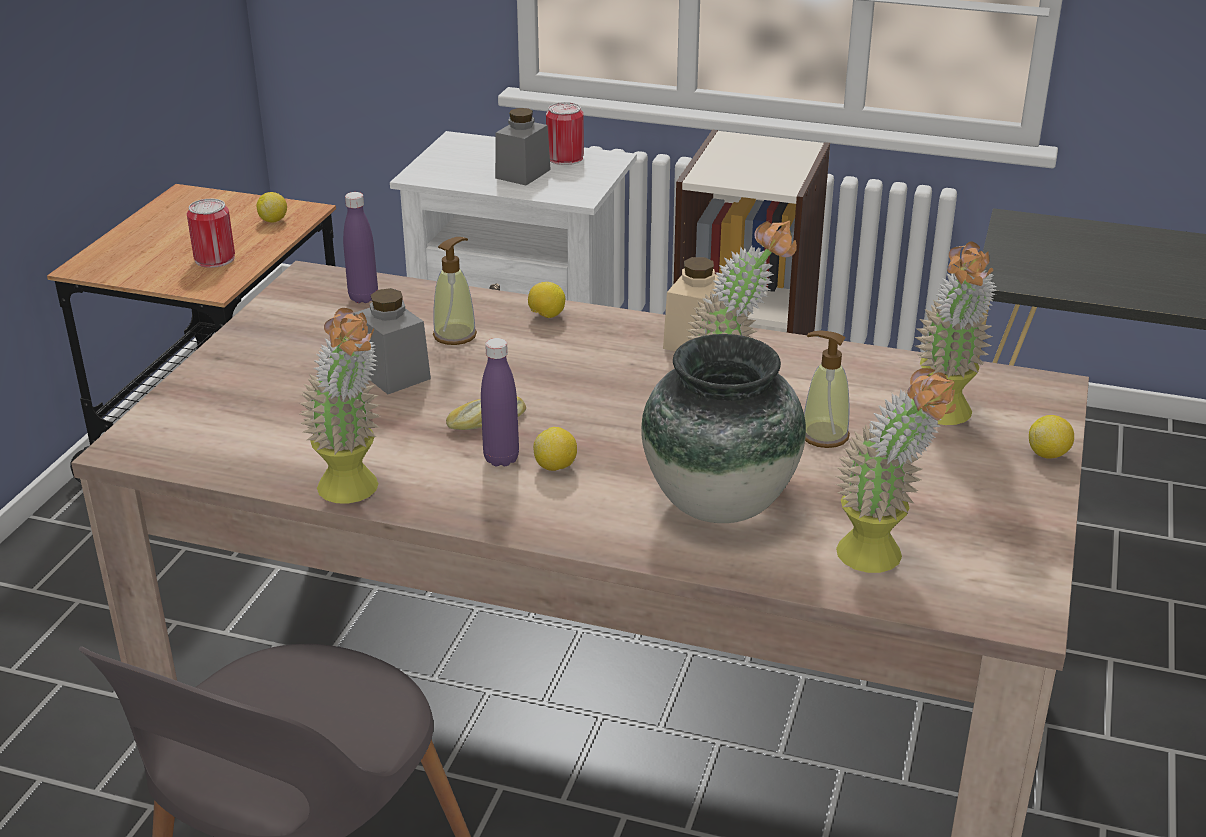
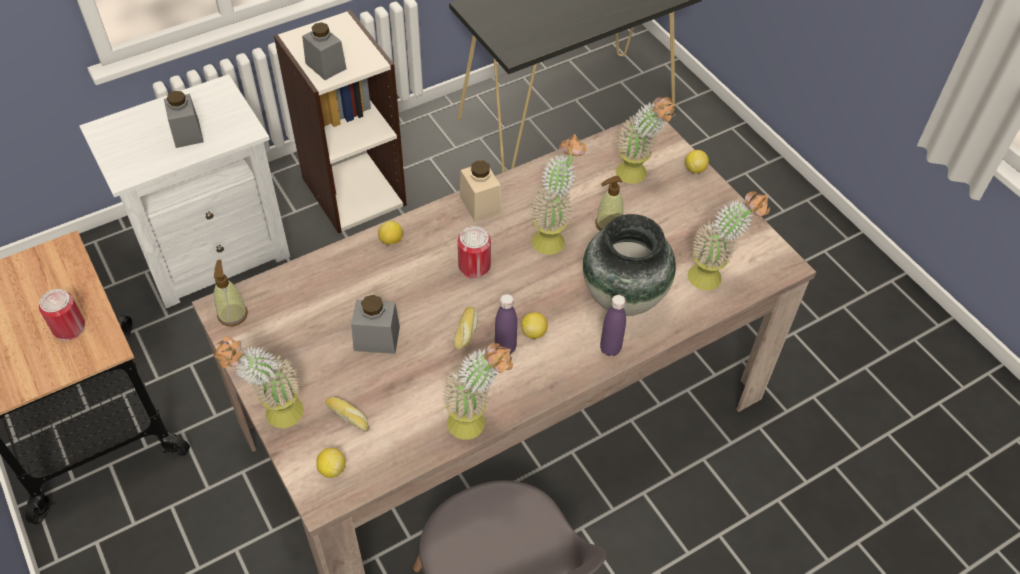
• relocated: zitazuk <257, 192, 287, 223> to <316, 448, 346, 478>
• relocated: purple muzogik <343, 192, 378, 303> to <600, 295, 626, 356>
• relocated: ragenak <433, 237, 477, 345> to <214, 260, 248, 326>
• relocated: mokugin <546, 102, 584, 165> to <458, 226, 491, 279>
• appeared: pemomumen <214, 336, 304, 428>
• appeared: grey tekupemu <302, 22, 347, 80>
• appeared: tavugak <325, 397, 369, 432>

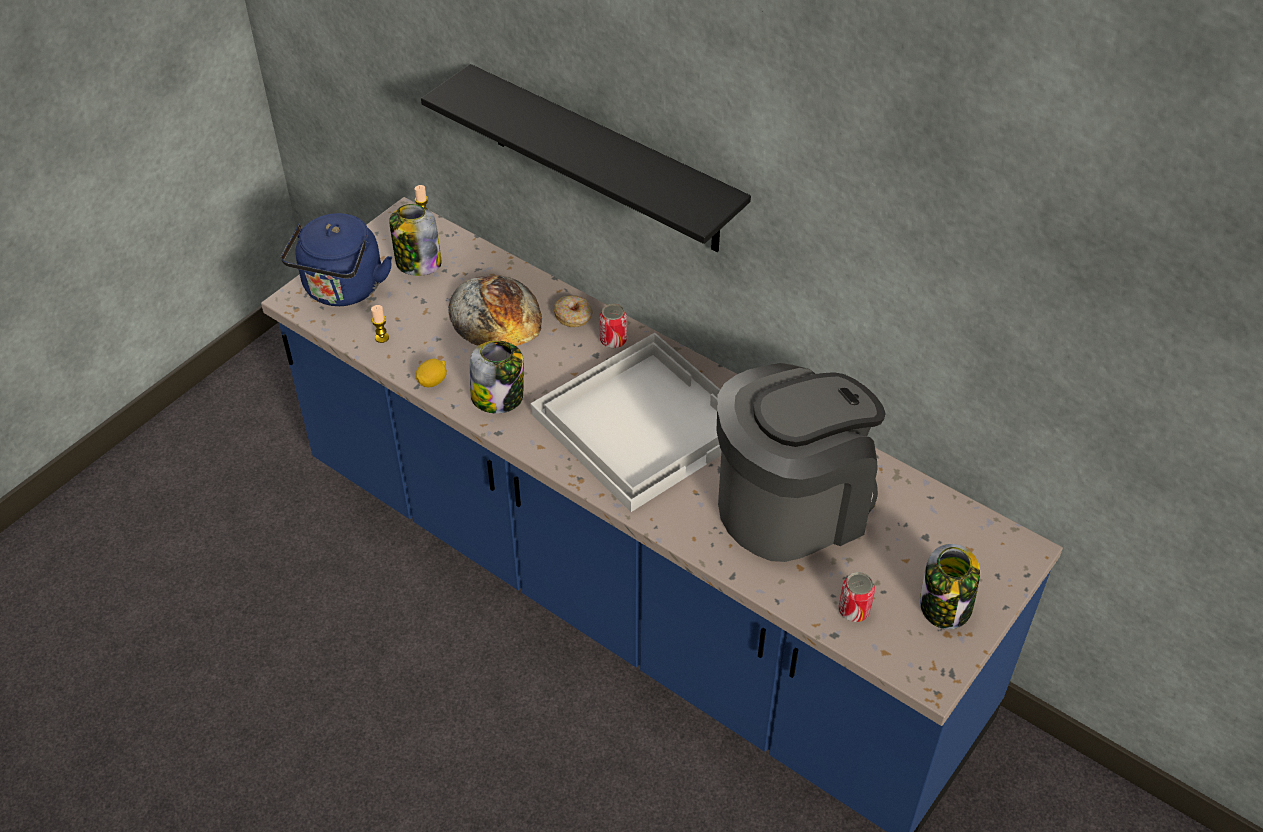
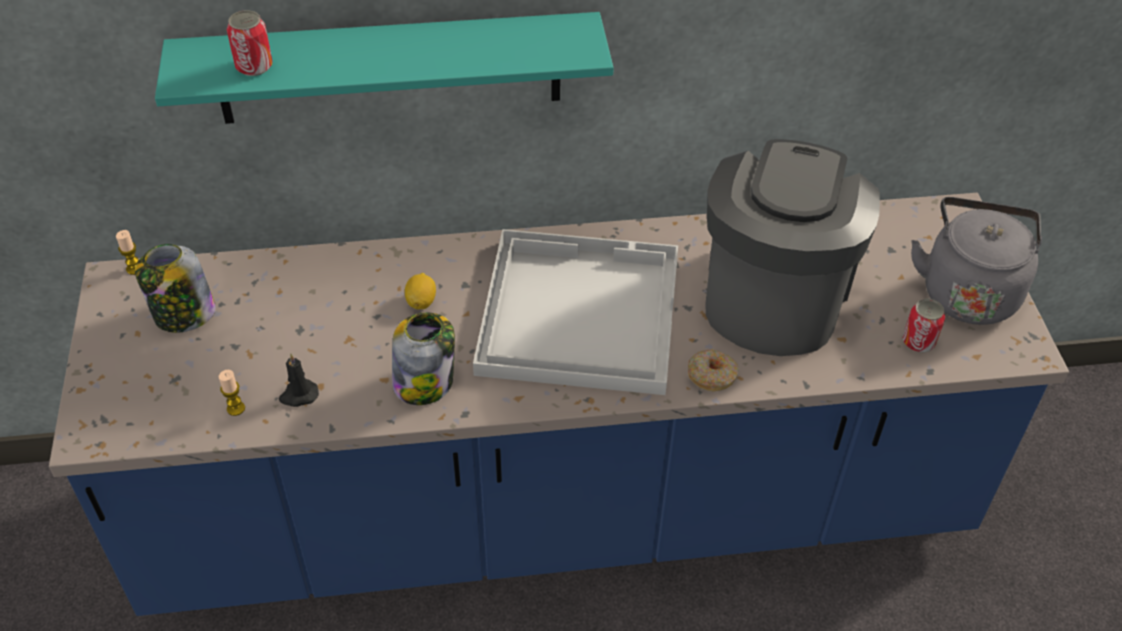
• missing: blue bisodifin <281, 213, 392, 306>
• relocated: zitazuk <415, 359, 447, 387> to <405, 273, 436, 309>
• colour: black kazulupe <421, 64, 751, 252> to turquoise kazulupe <155, 12, 614, 124>
• missing: tavugak <448, 275, 542, 346>
• relocated: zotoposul <553, 295, 592, 327> to <688, 349, 739, 392>
• relocated: mokugin <599, 304, 627, 348> to <227, 10, 273, 76>
• exchanged: tekupemu <920, 544, 980, 629> to grey bisodifin <911, 197, 1042, 325>
• appeared: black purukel <279, 353, 319, 407>

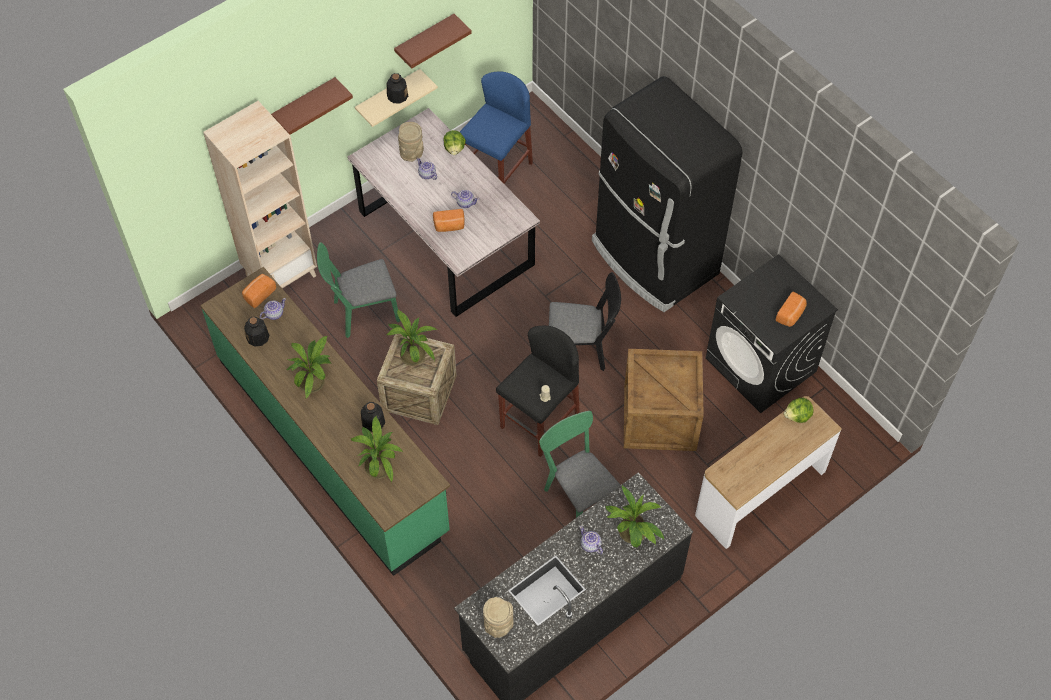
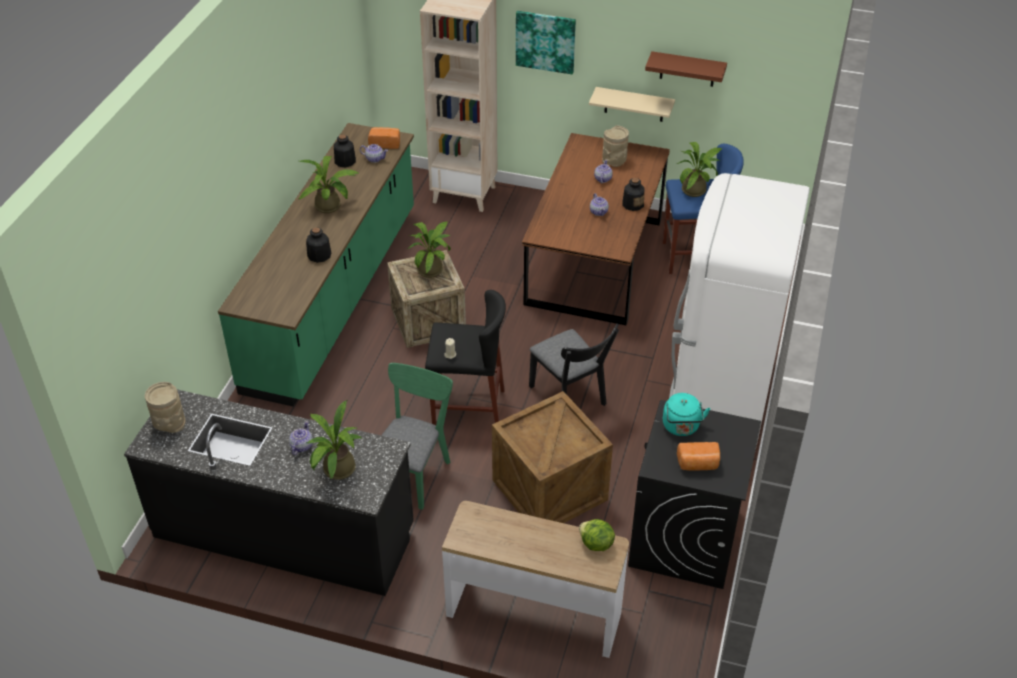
• exchanged: brown kazulupe <271, 77, 353, 135> to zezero <516, 11, 576, 75>
• missing: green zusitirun <317, 242, 400, 338>
• colour: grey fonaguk <347, 108, 540, 317> to brown fonaguk <522, 133, 670, 325>
• relocated: pemomumen <351, 416, 403, 483> to <677, 142, 722, 197>
• relocated: muzogik <386, 73, 408, 104> to <622, 178, 644, 211>
• missing: tavugak <433, 209, 465, 232>
• missing: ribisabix <443, 130, 466, 155>
• colour: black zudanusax <592, 76, 742, 312> to white zudanusax <669, 173, 810, 451>
• appeared: turquoise bisodifin <663, 393, 710, 436>

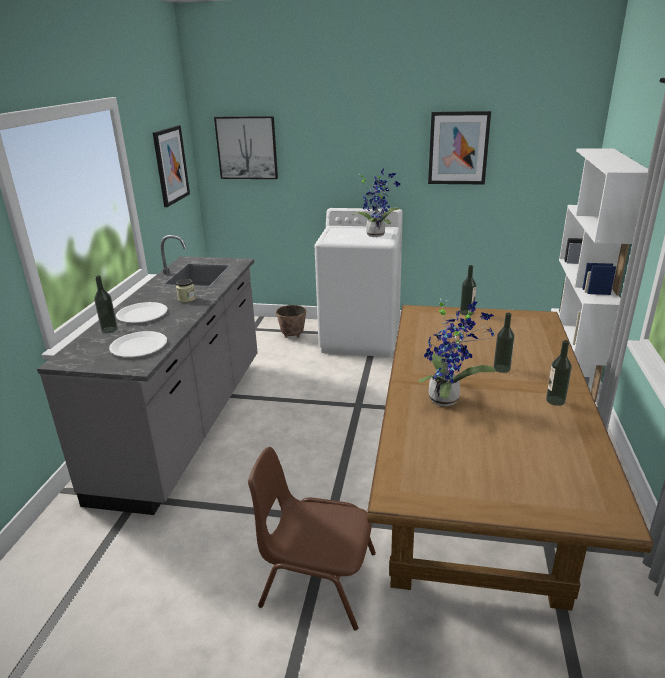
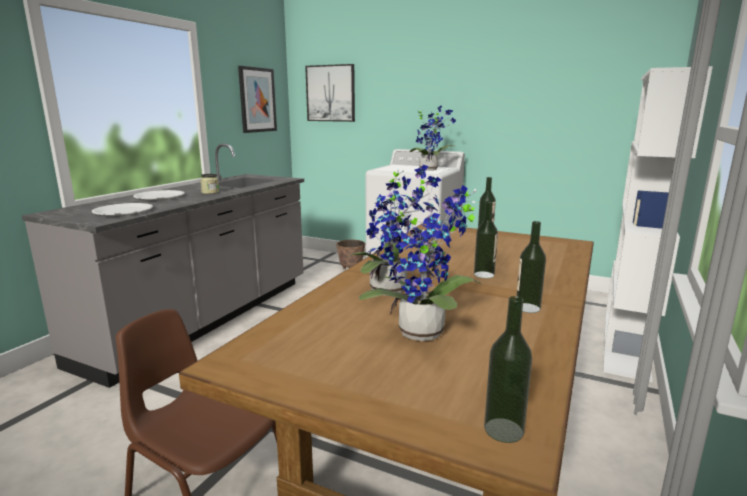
• relocated: muzogik <94, 276, 118, 333> to <484, 296, 532, 443>
• missing: zezero <428, 111, 491, 184>
• appeared: pemomumen <359, 185, 482, 341>

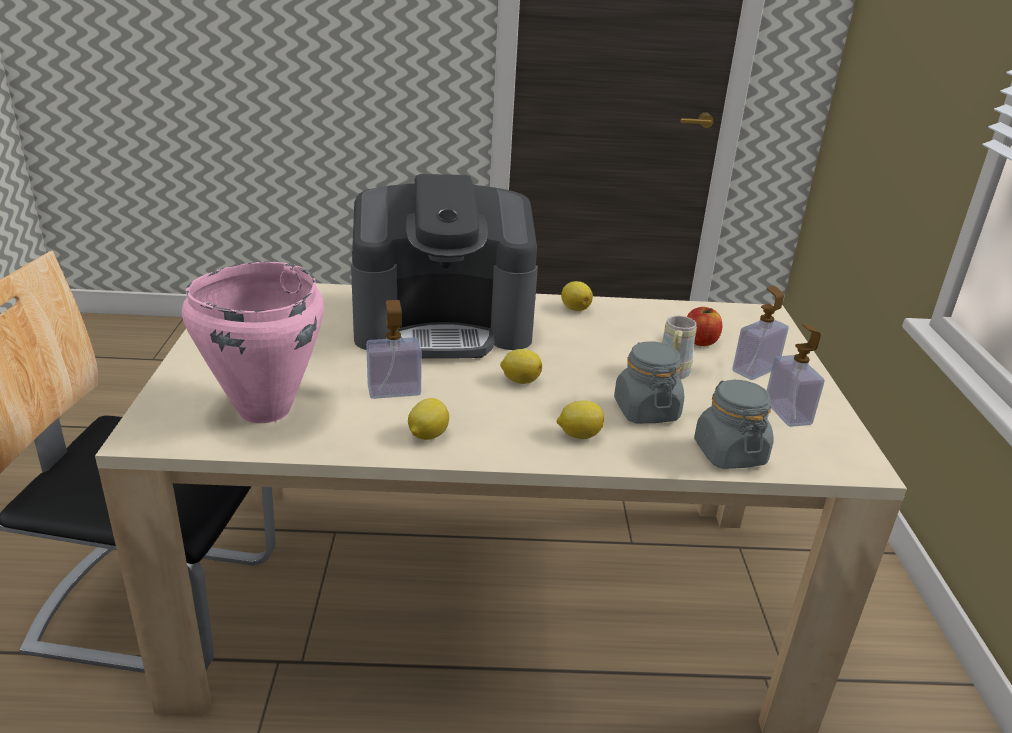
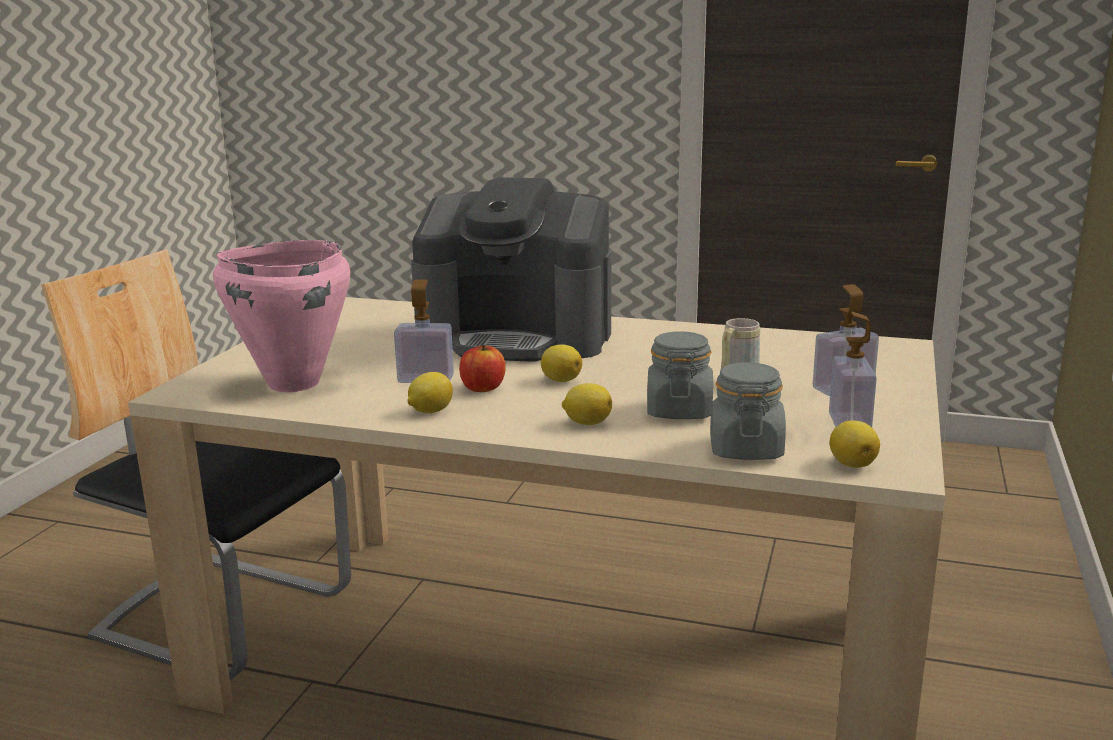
• relocated: zitazuk <561, 281, 593, 311> to <830, 420, 880, 468>
• relocated: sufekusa <687, 307, 722, 346> to <459, 345, 506, 392>

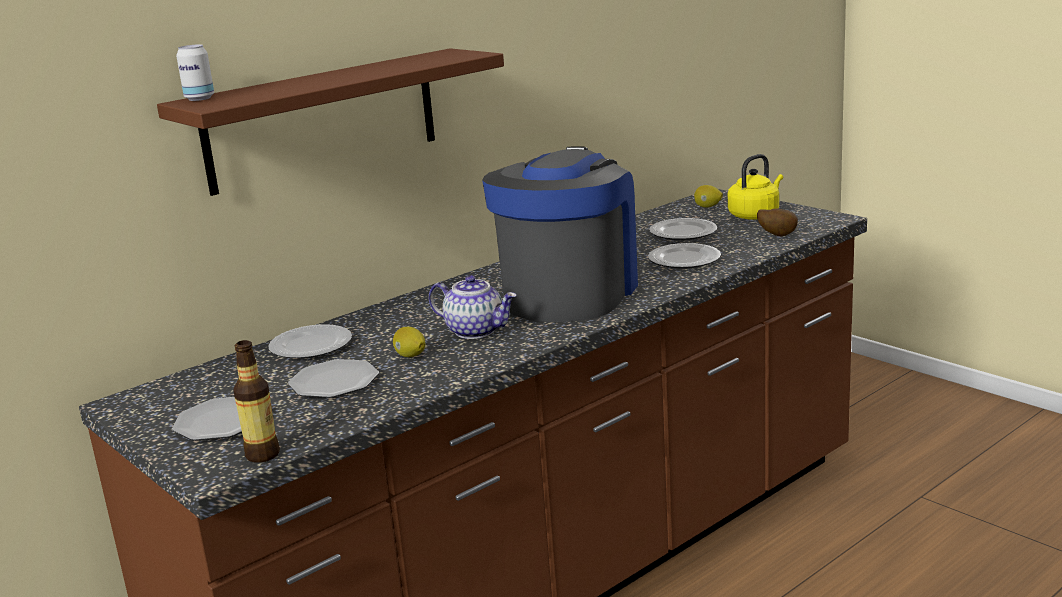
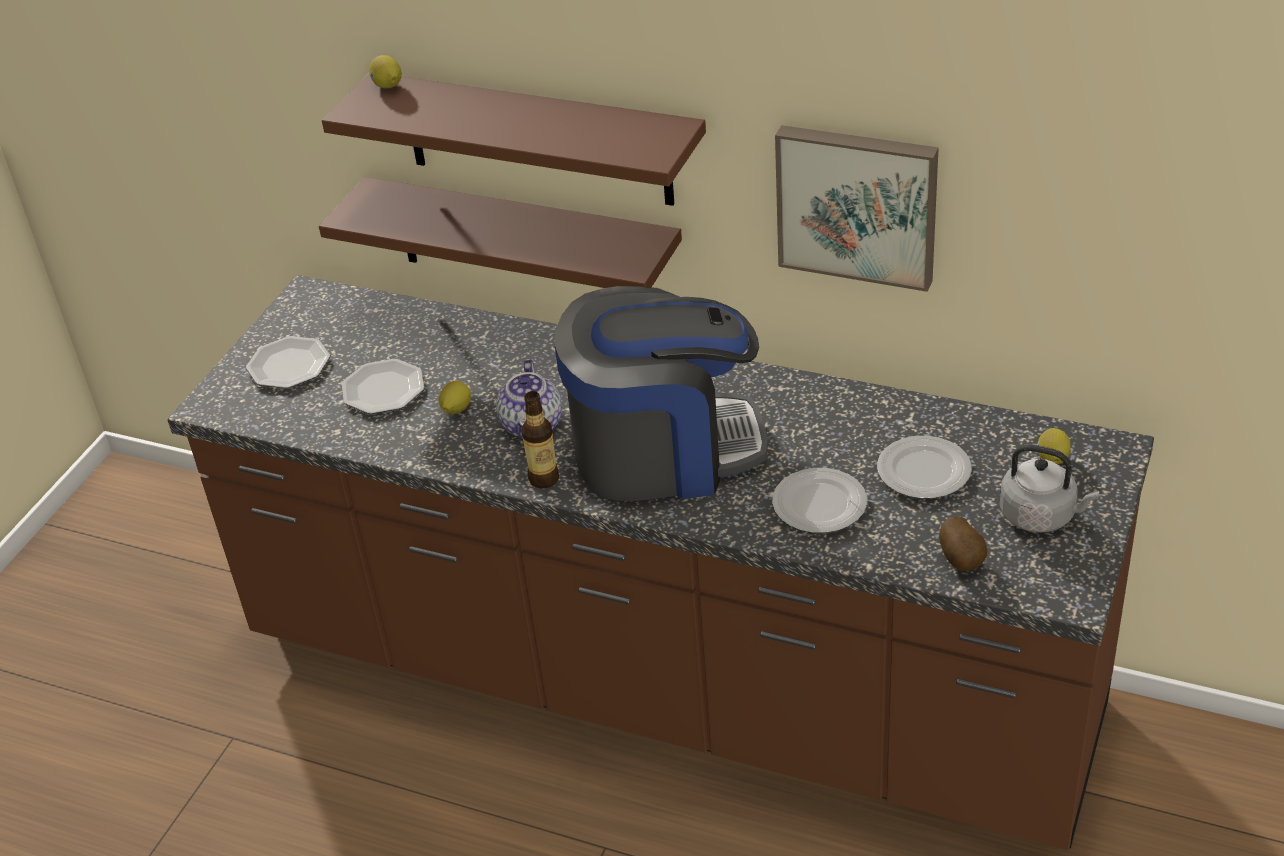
• exchanged: mokugin <176, 44, 214, 101> to zitazuk <369, 55, 402, 88>
• relocated: muzogik <234, 340, 280, 463> to <521, 391, 559, 488>
• missing: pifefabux <268, 324, 352, 359>
• colour: yellow bisodifin <728, 154, 783, 220> to grey bisodifin <1000, 445, 1099, 533>
• appeared: brown kazulupe <319, 177, 682, 288>
• appeared: zezero <775, 125, 939, 292>

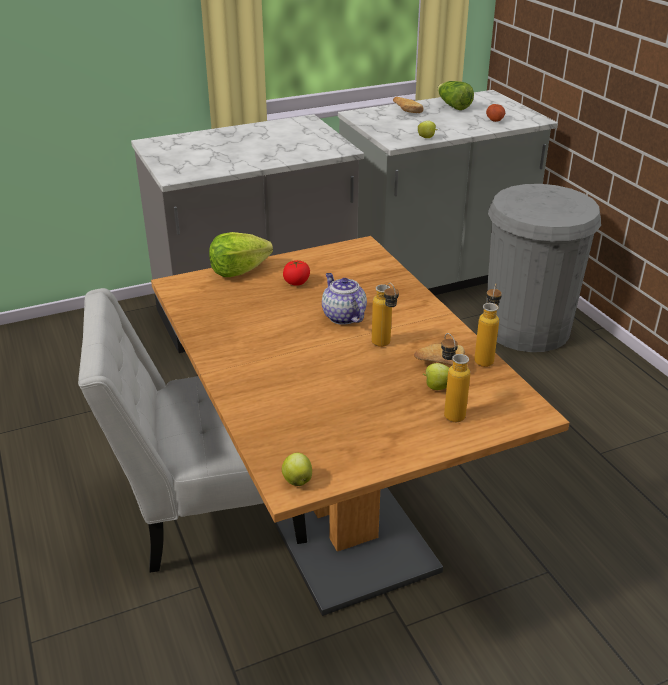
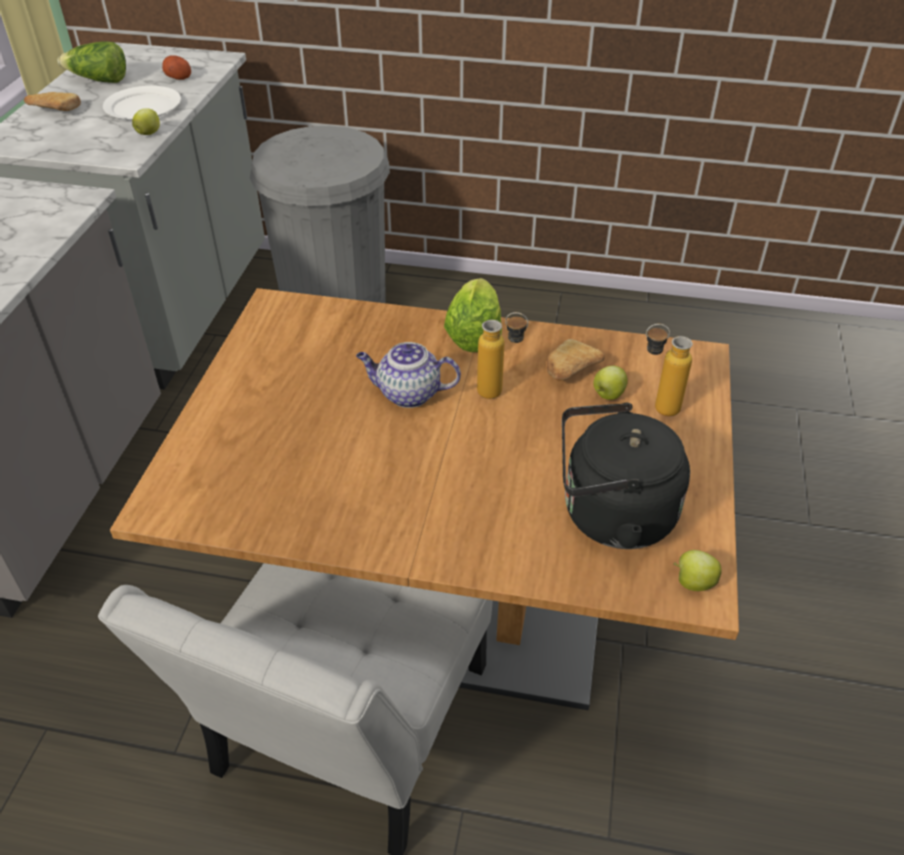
• relocated: ribisabix <209, 232, 273, 277> to <444, 278, 502, 352>
• missing: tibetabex <283, 260, 310, 286>
• missing: muzogik <474, 284, 502, 367>
• appeared: white pifefabux <103, 86, 181, 120>
• appeared: black bisodifin <562, 403, 690, 549>

